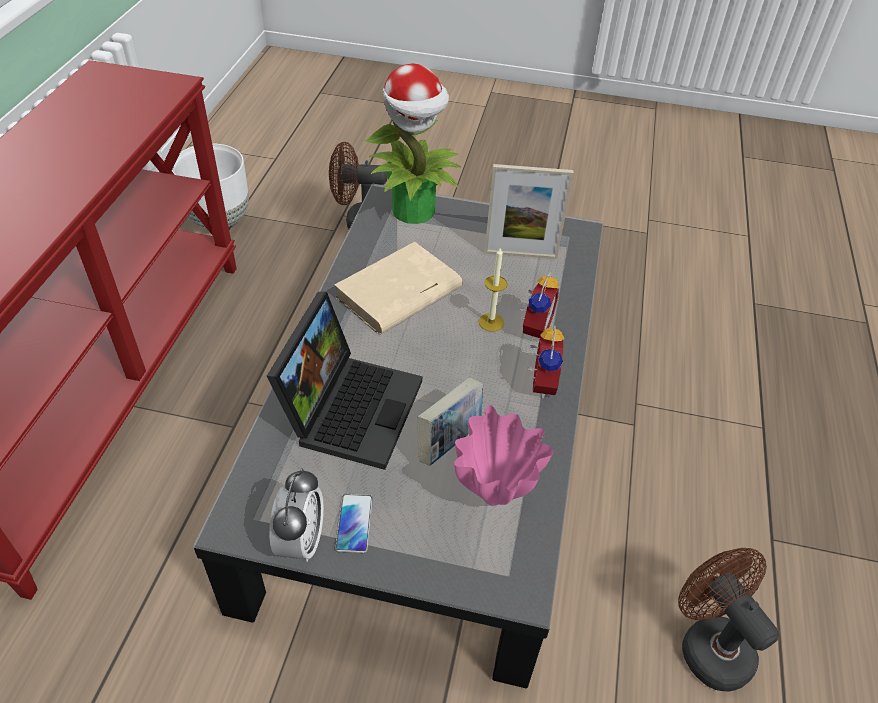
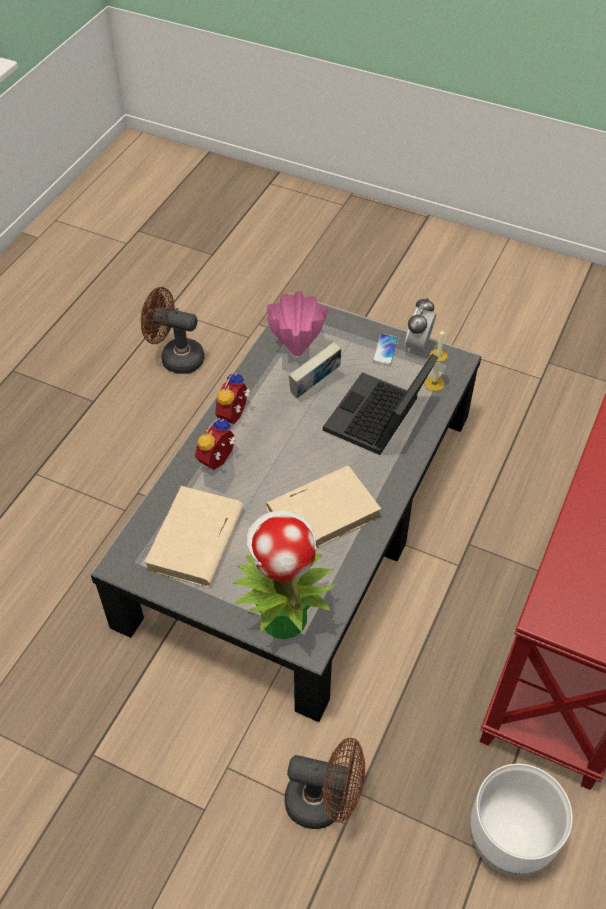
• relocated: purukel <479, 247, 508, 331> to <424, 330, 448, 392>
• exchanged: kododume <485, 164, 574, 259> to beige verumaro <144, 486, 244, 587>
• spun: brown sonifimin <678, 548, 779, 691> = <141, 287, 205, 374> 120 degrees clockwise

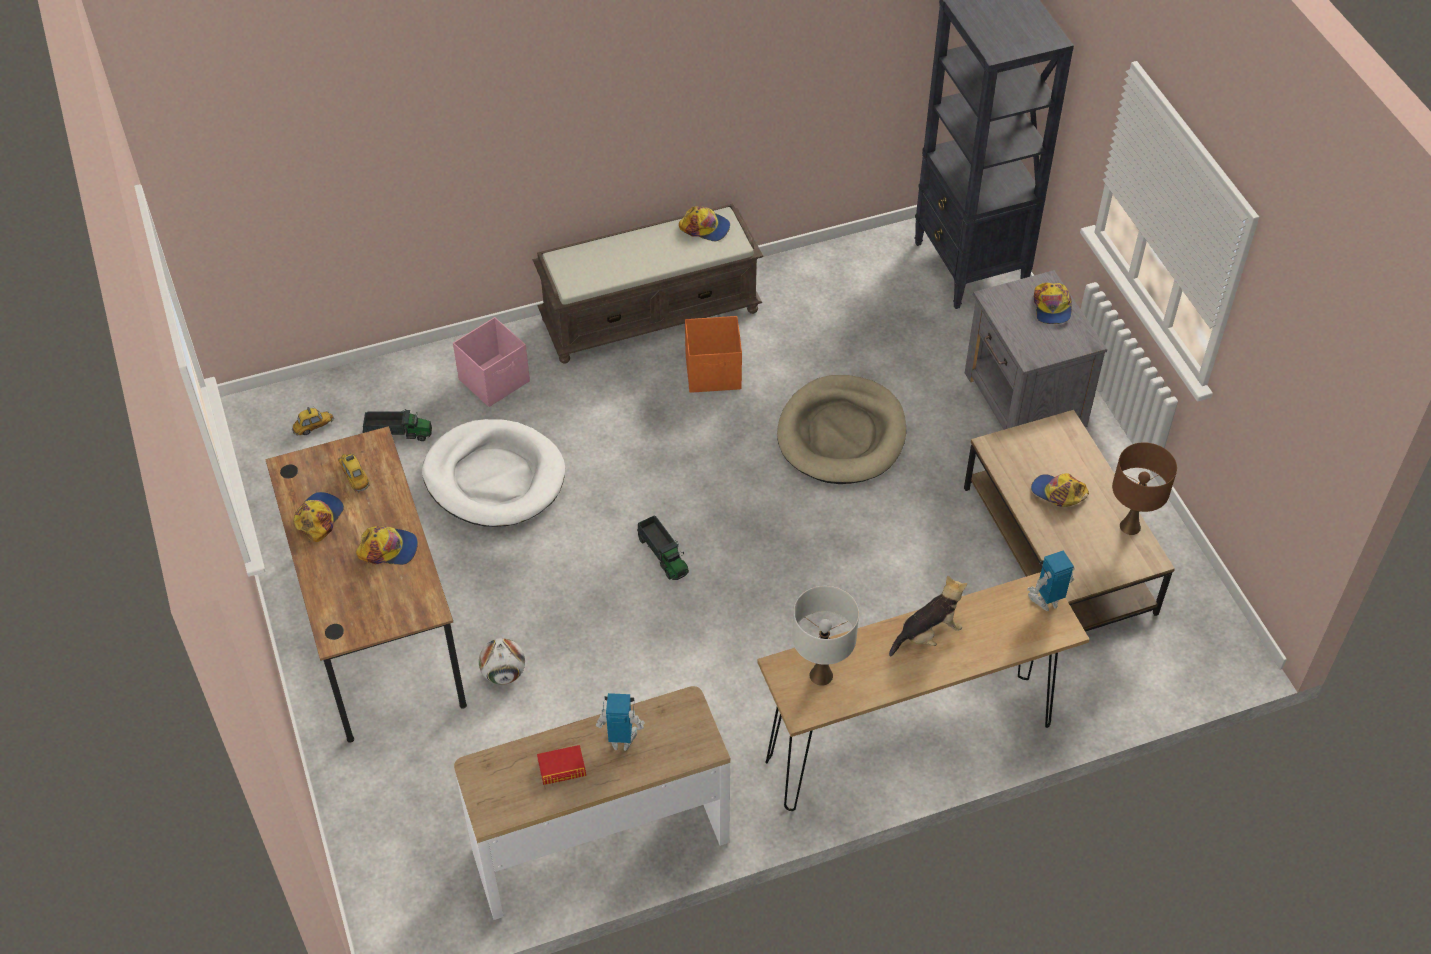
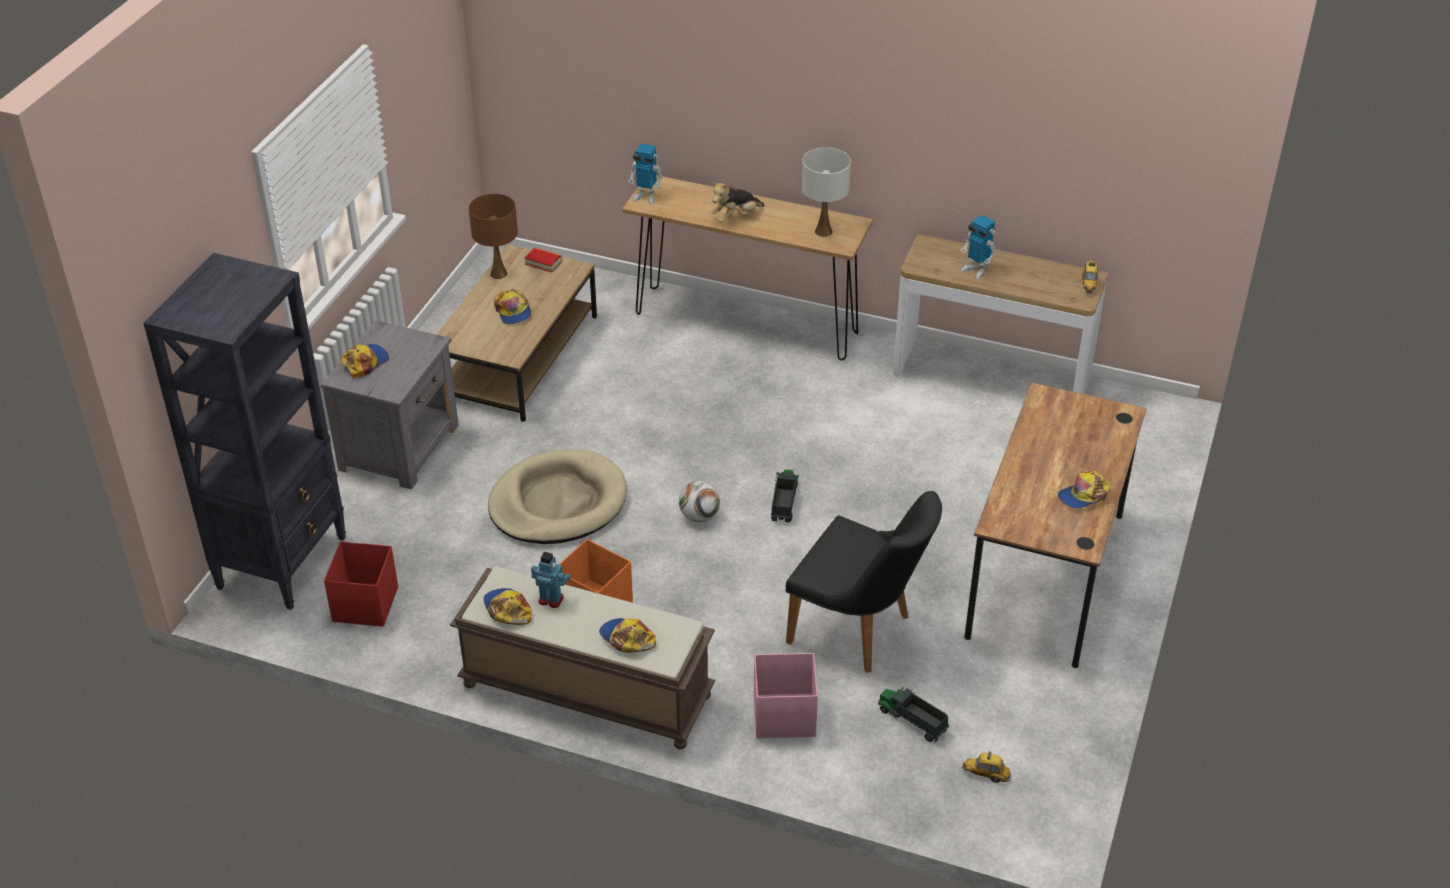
• relocated: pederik <338, 454, 370, 493> to <1082, 261, 1098, 294>
• relocated: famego <356, 526, 418, 565> to <599, 618, 656, 653>
• exchanged: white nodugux <422, 419, 565, 527> to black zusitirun <785, 491, 942, 673>
• relocated: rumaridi <479, 638, 525, 685> to <679, 481, 720, 522>
• relocated: verumaro <537, 745, 586, 785> to <525, 248, 562, 272>
• spun: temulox <889, 575, 967, 656> = <711, 183, 765, 223> 45 degrees counterclockwise
• appeared: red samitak <324, 541, 398, 627>
• appeared: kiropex <531, 552, 571, 608>

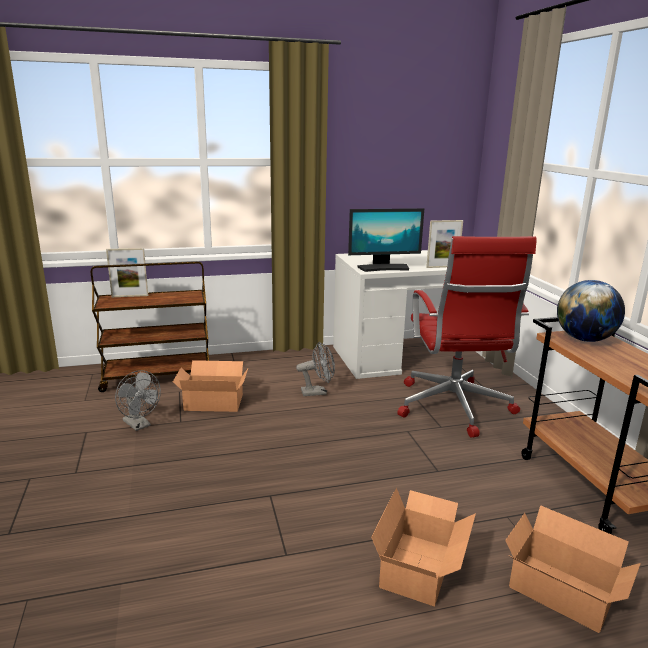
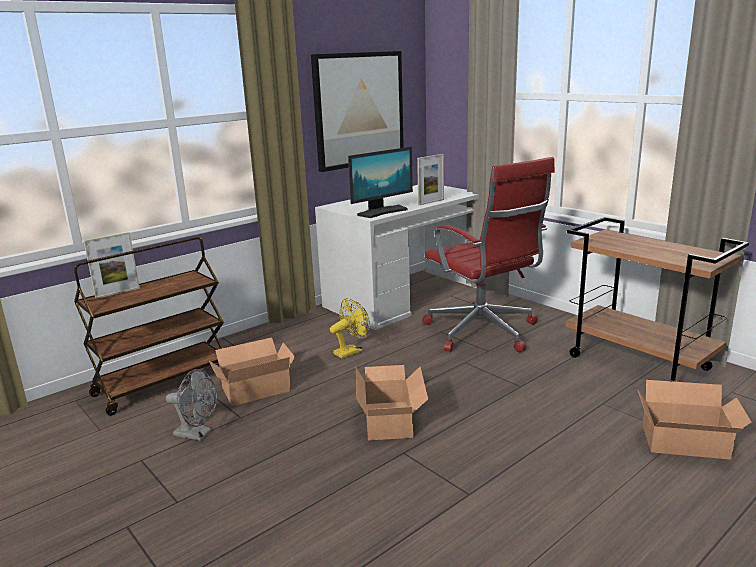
• colour: grey sonifimin <296, 342, 335, 396> to yellow sonifimin <330, 298, 370, 359>
• relocated: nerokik <371, 488, 476, 606> to <356, 365, 428, 440>
• missing: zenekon <557, 280, 625, 342>
• appeared: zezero <311, 51, 404, 172>

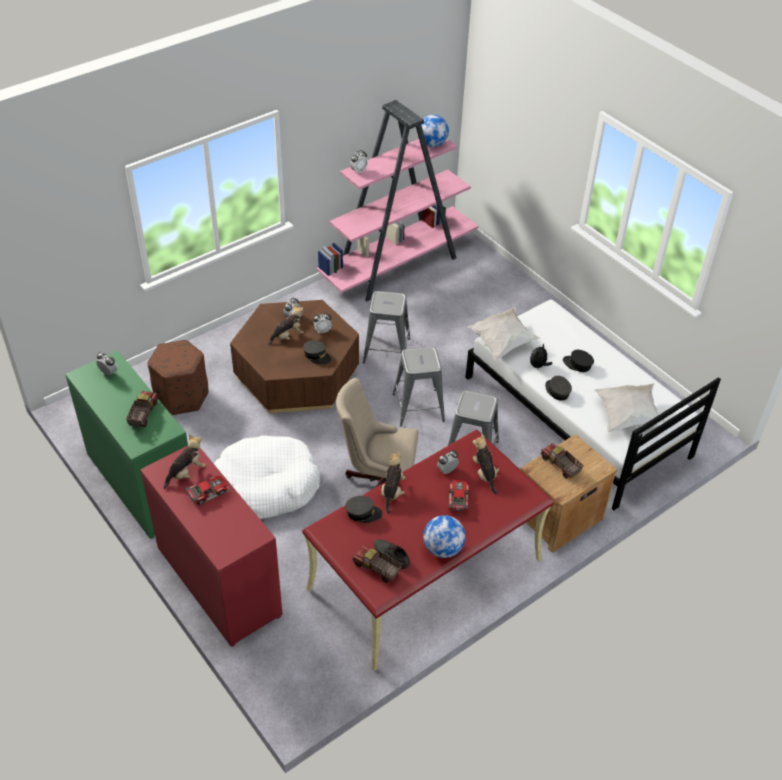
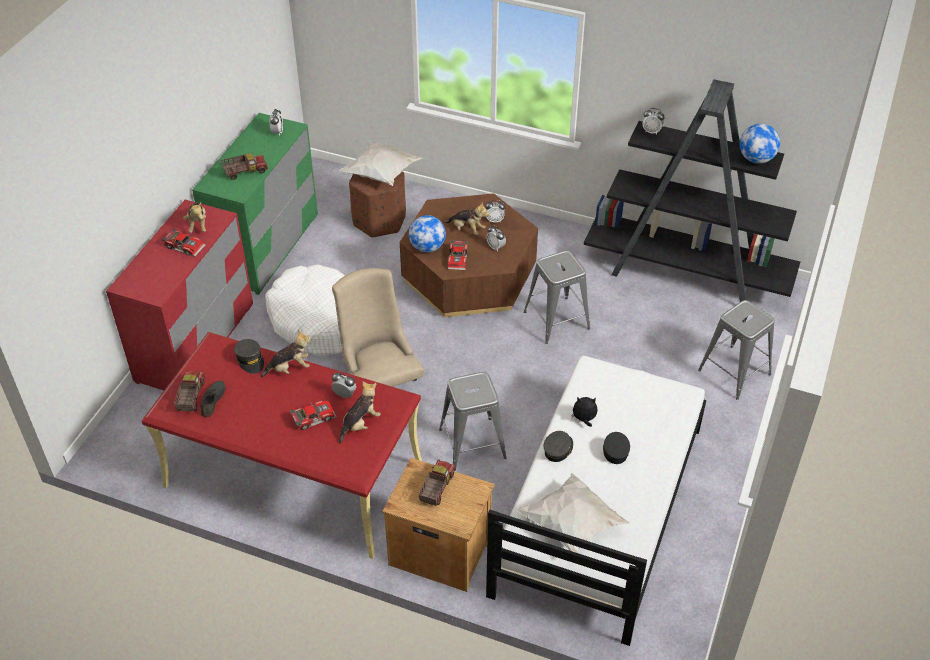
• spun: temulox <164, 434, 206, 490> = <183, 203, 206, 233> 60 degrees clockwise
• exchanged: grey famego <303, 340, 331, 365> to pederik <448, 241, 468, 270>
• colour: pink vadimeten <317, 100, 479, 301> to black vadimeten <584, 79, 800, 302>
• relocated: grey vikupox <393, 347, 445, 426> to <698, 300, 775, 400>
• relocated: zenekon <423, 515, 466, 558> to <409, 215, 446, 253>
• relocated: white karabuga <467, 307, 540, 360> to <339, 141, 423, 186>

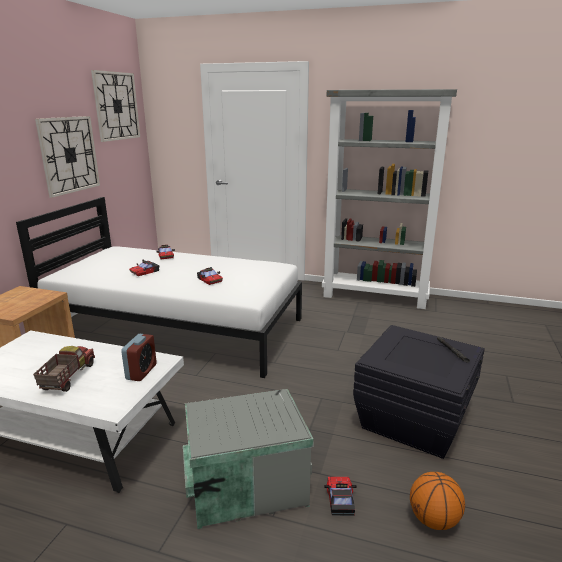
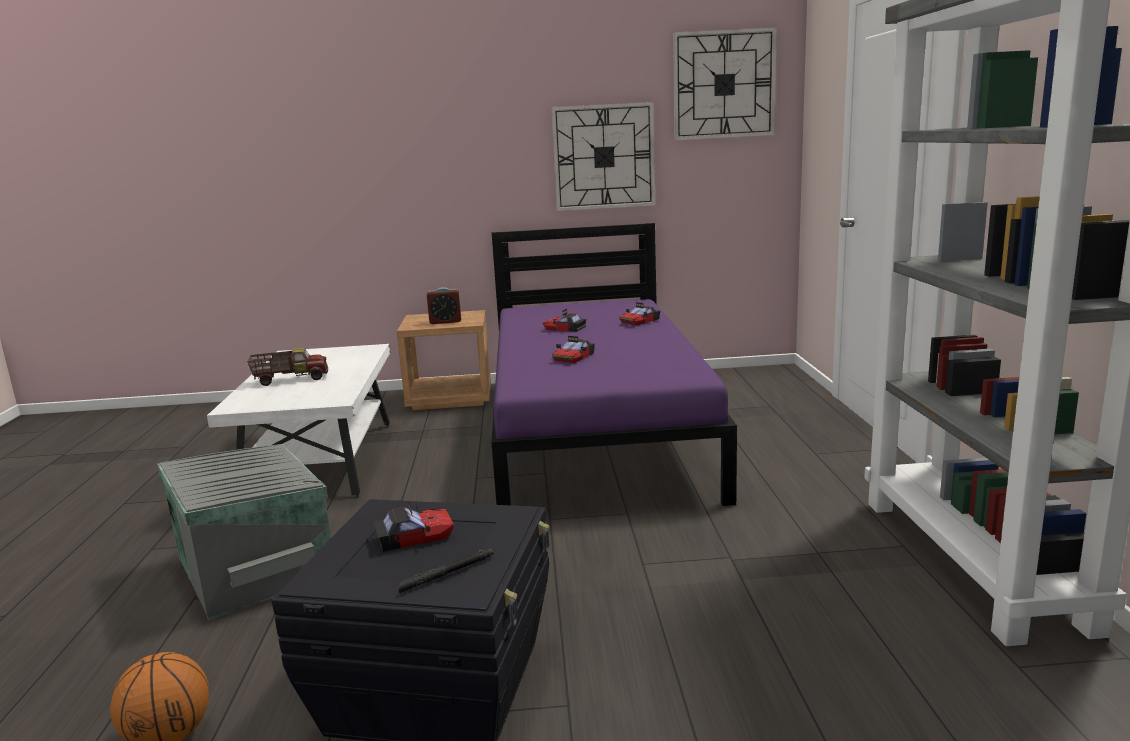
• colour: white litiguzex <16, 197, 302, 378> to purple litiguzex <491, 223, 737, 506>
• relocated: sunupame <121, 334, 157, 381> to <427, 287, 461, 324>
• relocated: pederik <324, 477, 357, 516> to <373, 501, 454, 552>

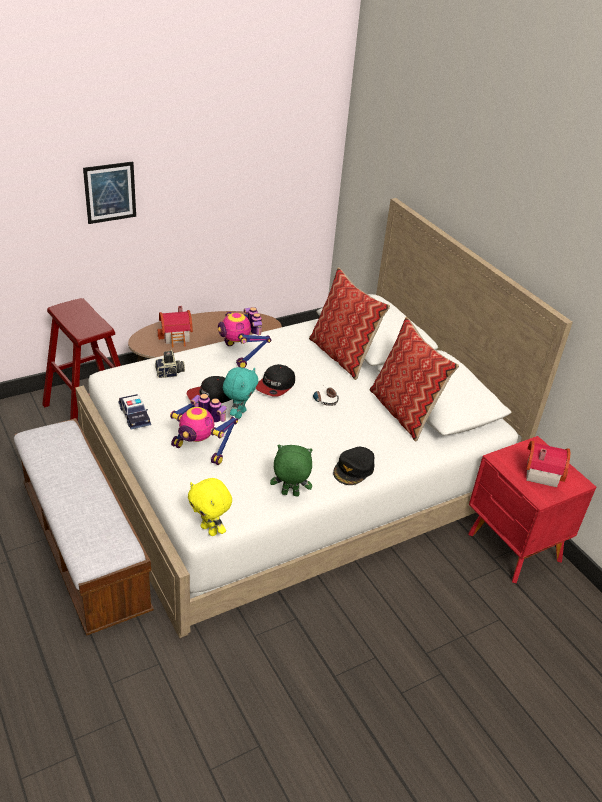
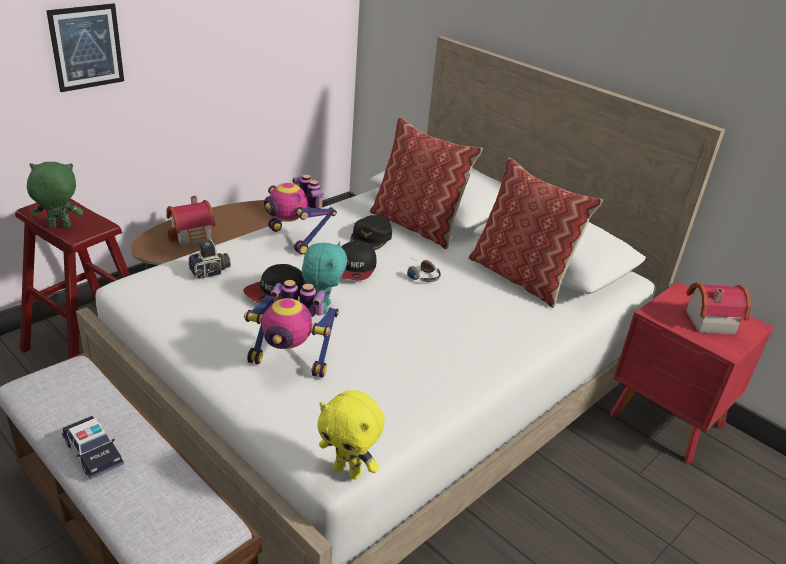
• relocated: pederik <118, 394, 151, 429> to <62, 416, 124, 480>
• relocated: green temulox <270, 445, 313, 496> to <27, 162, 83, 228>
• relocated: black famego <333, 447, 375, 485> to <350, 215, 392, 250>

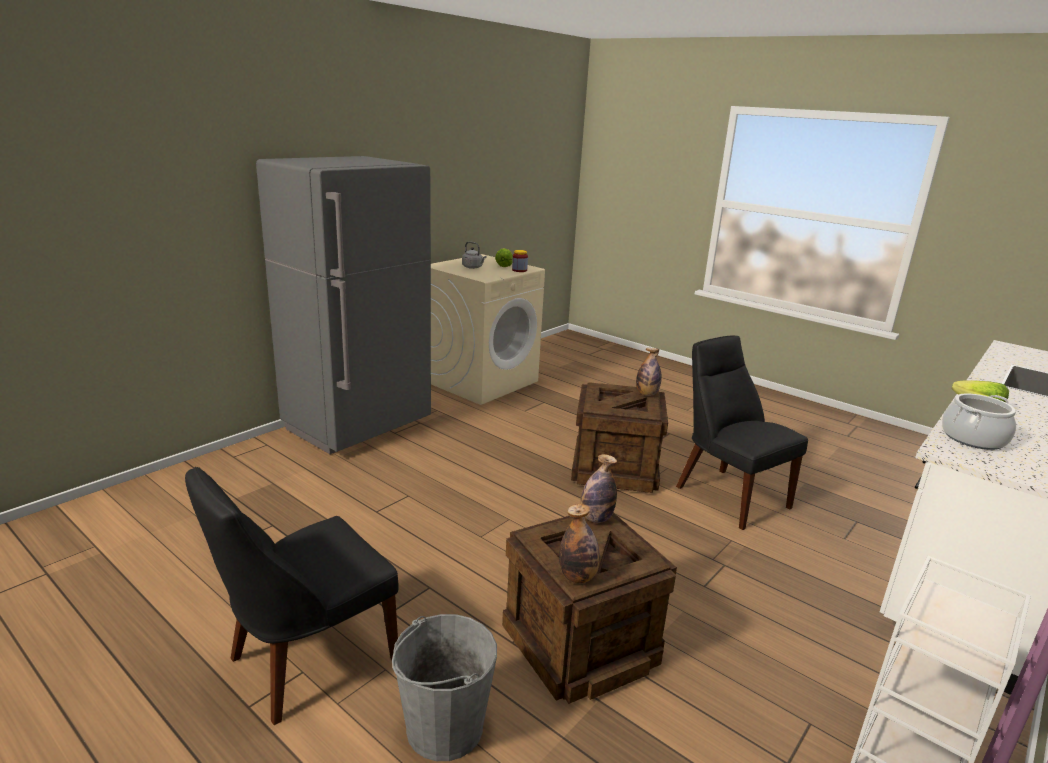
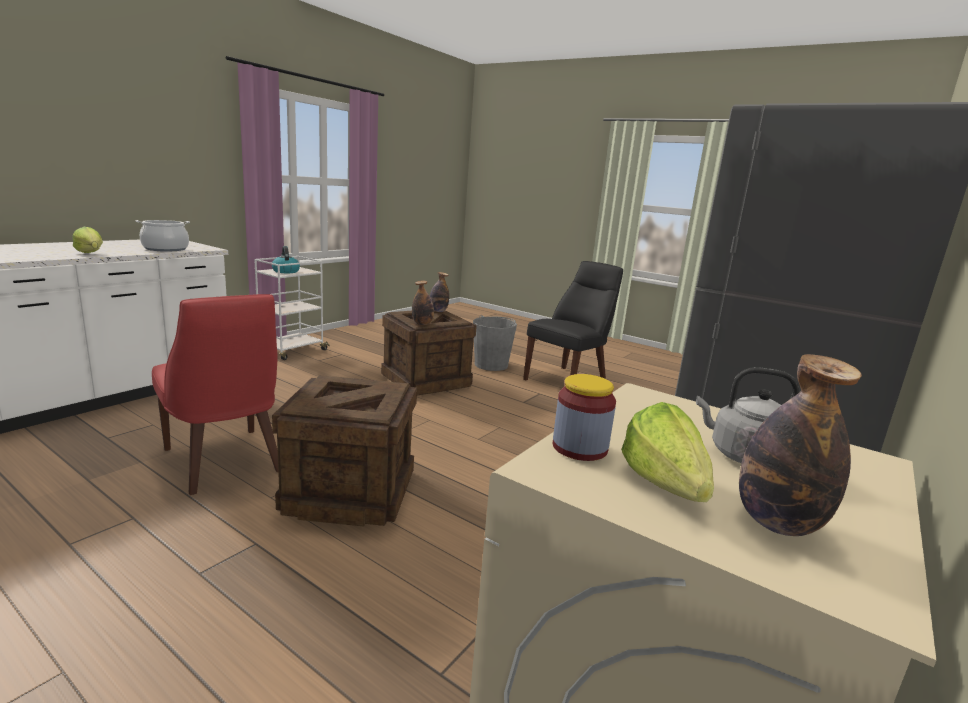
• relocated: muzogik <636, 348, 662, 396> to <739, 354, 862, 536>
• colour: black zusitirun <676, 335, 808, 530> to red zusitirun <152, 294, 278, 495>
• appeared: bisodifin <272, 246, 300, 273>

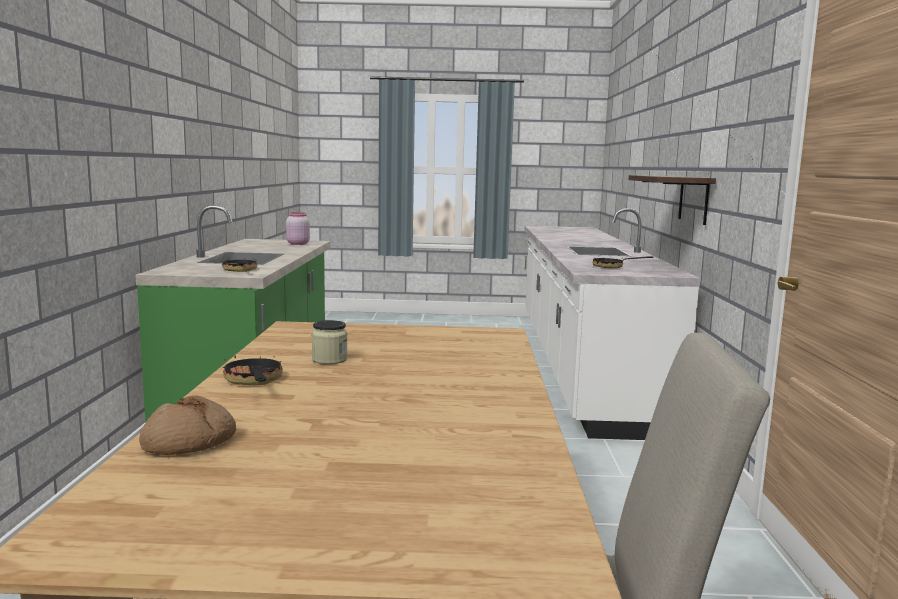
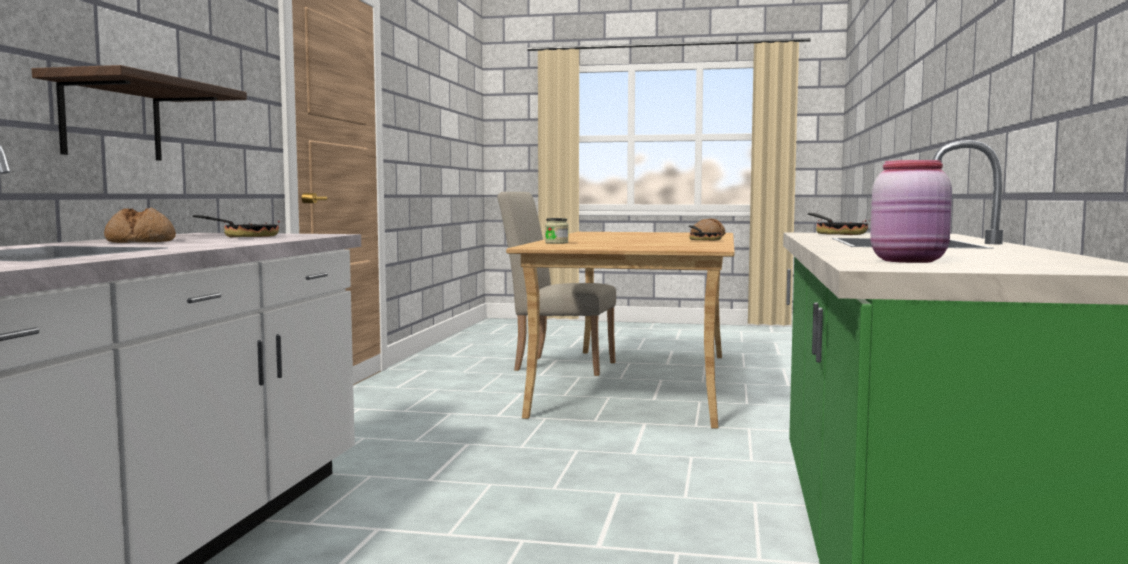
• relocated: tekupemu <312, 320, 348, 364> to <545, 218, 568, 244>
• appeared: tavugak <104, 207, 176, 243>

